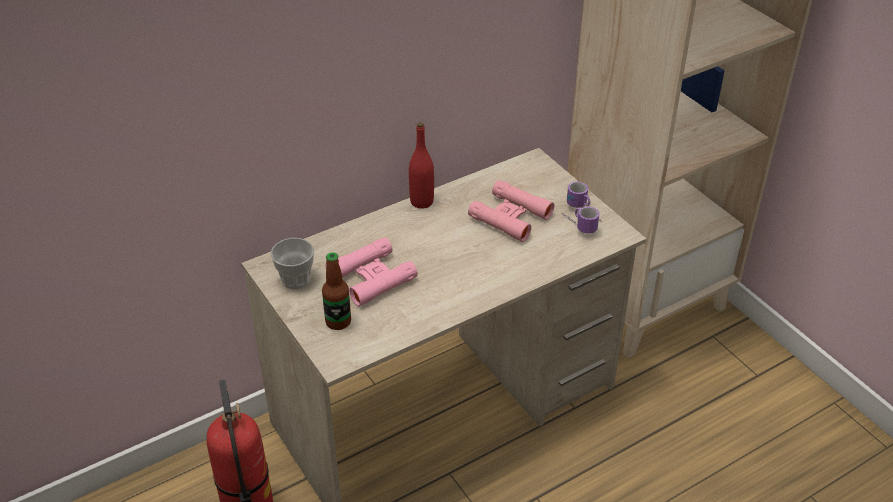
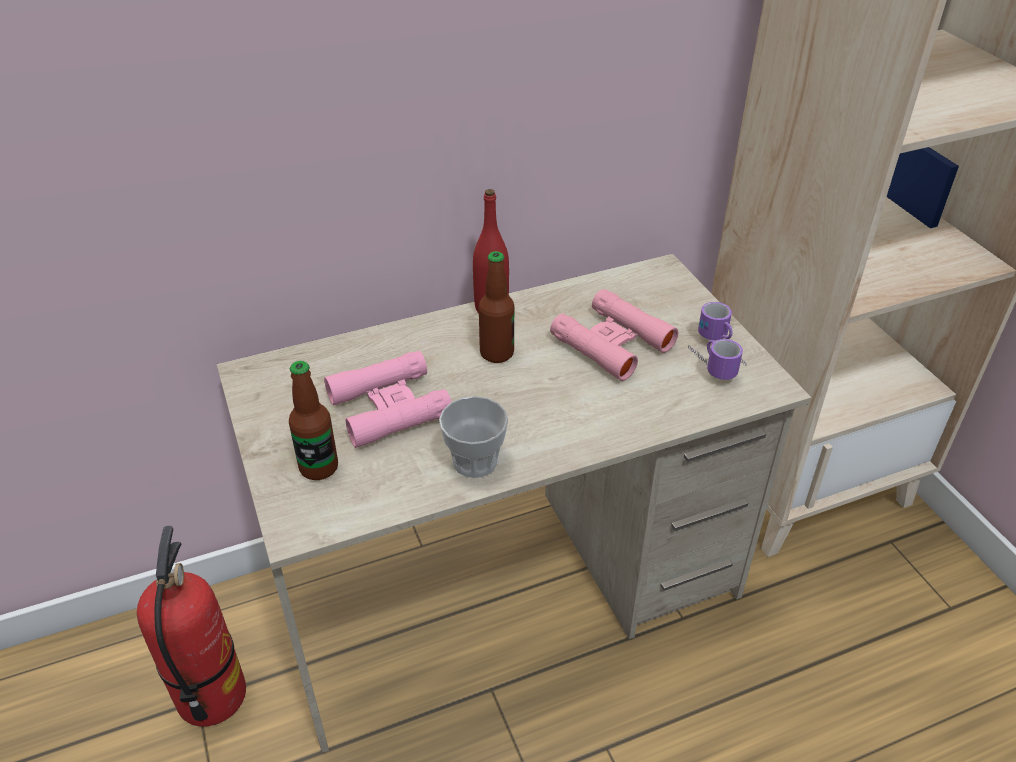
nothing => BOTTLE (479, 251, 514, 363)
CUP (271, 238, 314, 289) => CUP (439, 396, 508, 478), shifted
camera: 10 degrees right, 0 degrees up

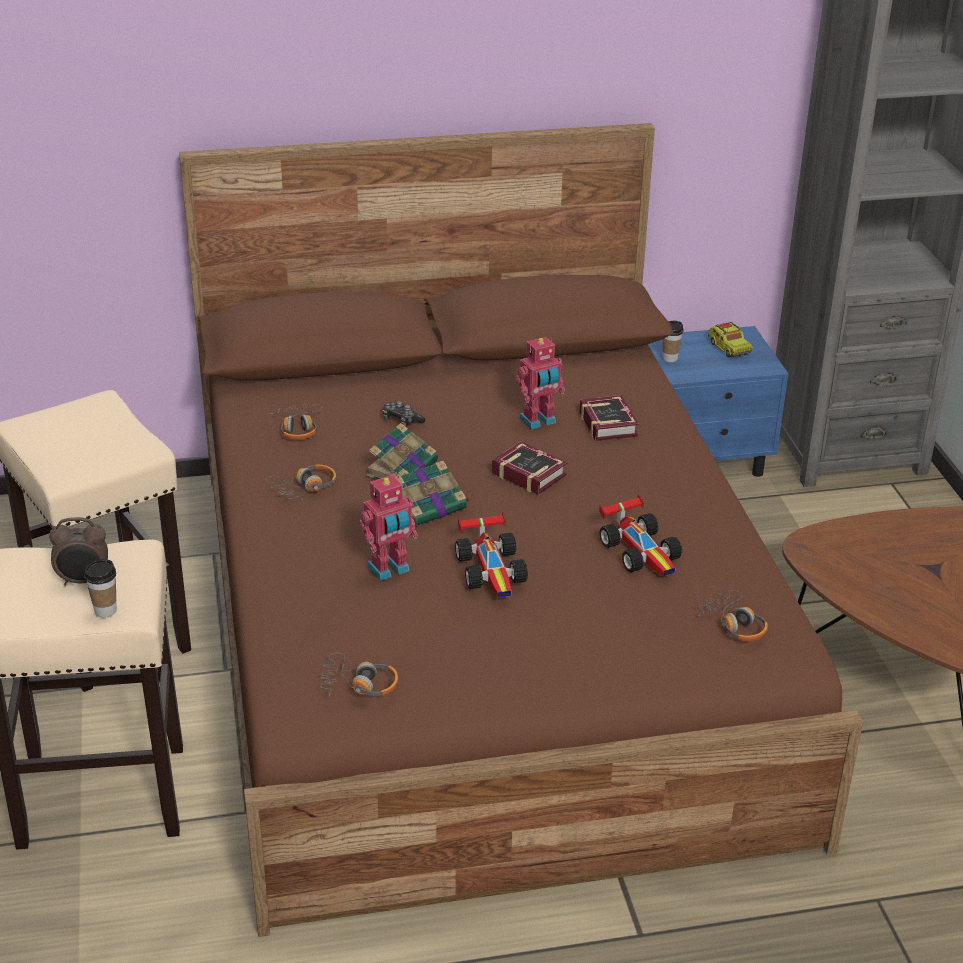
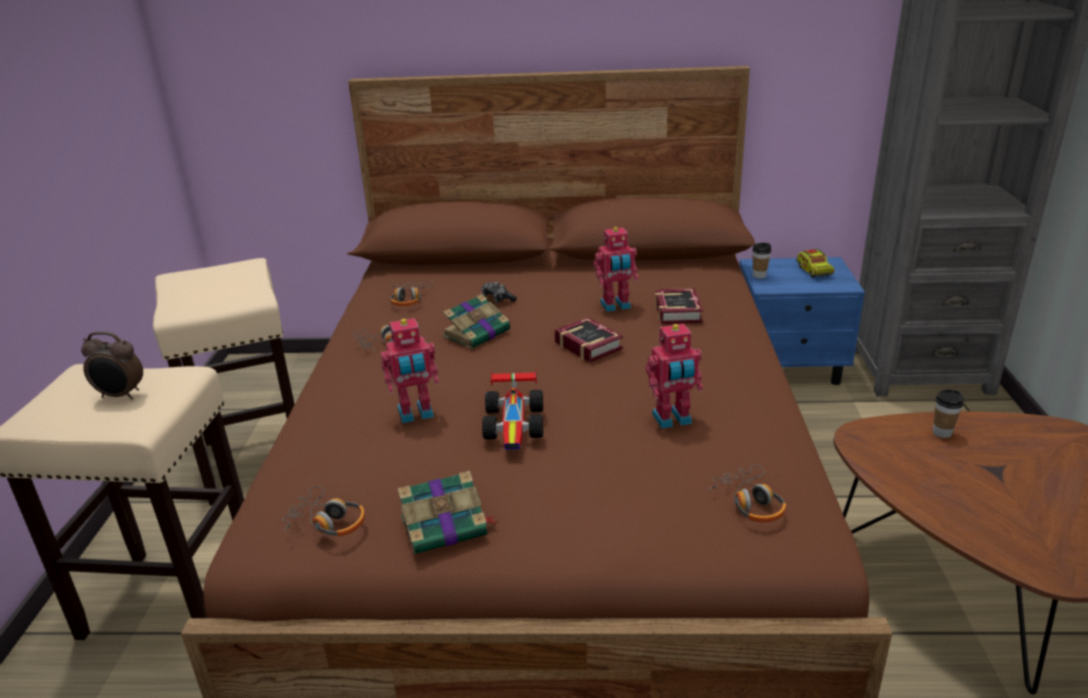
CUP (84, 559, 117, 618) => CUP (933, 389, 963, 438), shifted
BOOK (395, 461, 472, 526) => BOOK (397, 471, 499, 554), shifted
MINIATURE CAR (599, 494, 682, 576) => TOY ROBOT (646, 324, 703, 429)
camera: 15 degrees right, 5 degrees down

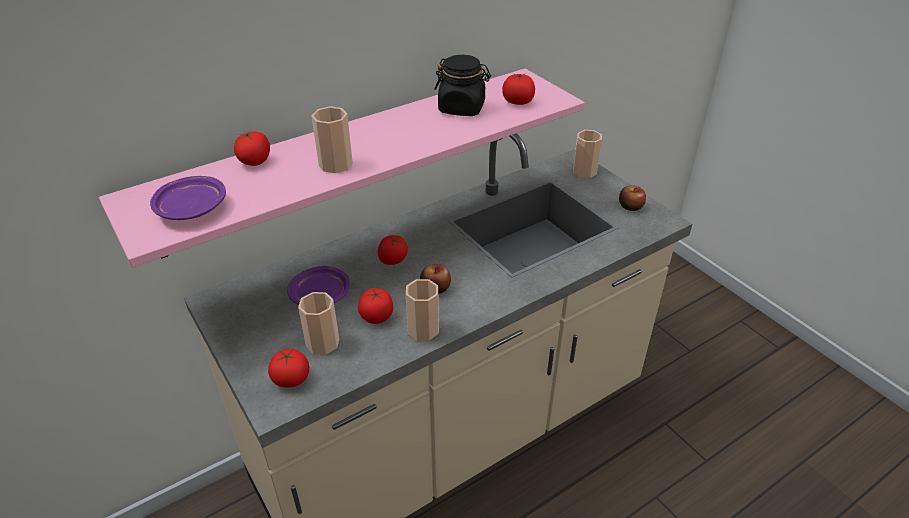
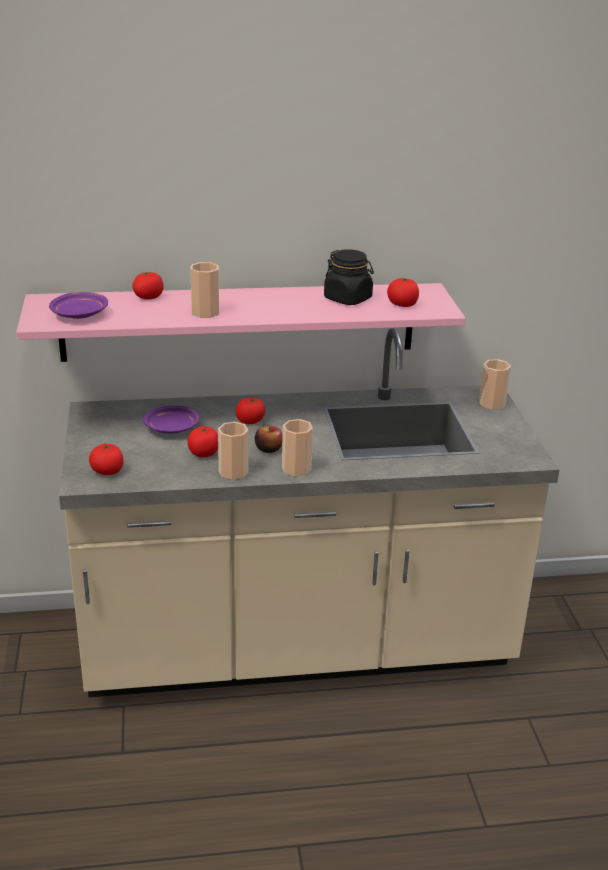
APPLE FRUIT (619, 185, 646, 211) => nothing
CUP (298, 292, 339, 355) => CUP (282, 419, 313, 476), shifted
camera: 25 degrees right, 10 degrees down

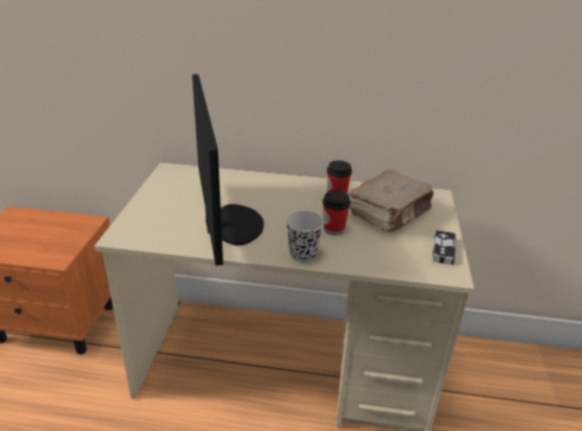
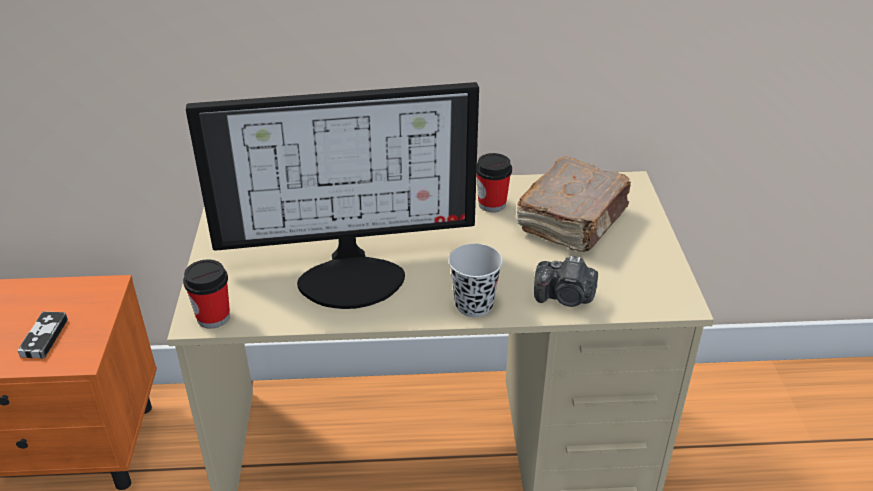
nothing => PHOTO CAMERA (534, 256, 598, 307)
CUP (323, 190, 351, 235) => CUP (183, 259, 230, 328), shifted
GAMEPAD (433, 230, 455, 265) => GAMEPAD (18, 311, 68, 359), shifted
COMPUTER SCREEN (192, 74, 264, 266) => COMPUTER SCREEN (186, 82, 479, 309), 105 degrees clockwise
camera: 10 degrees left, 5 degrees up

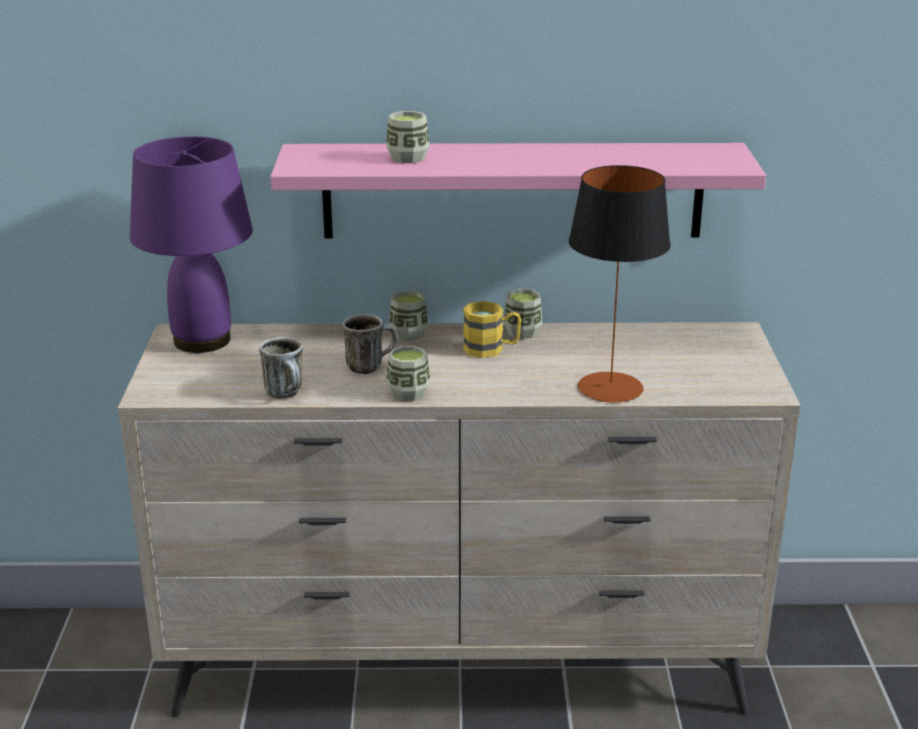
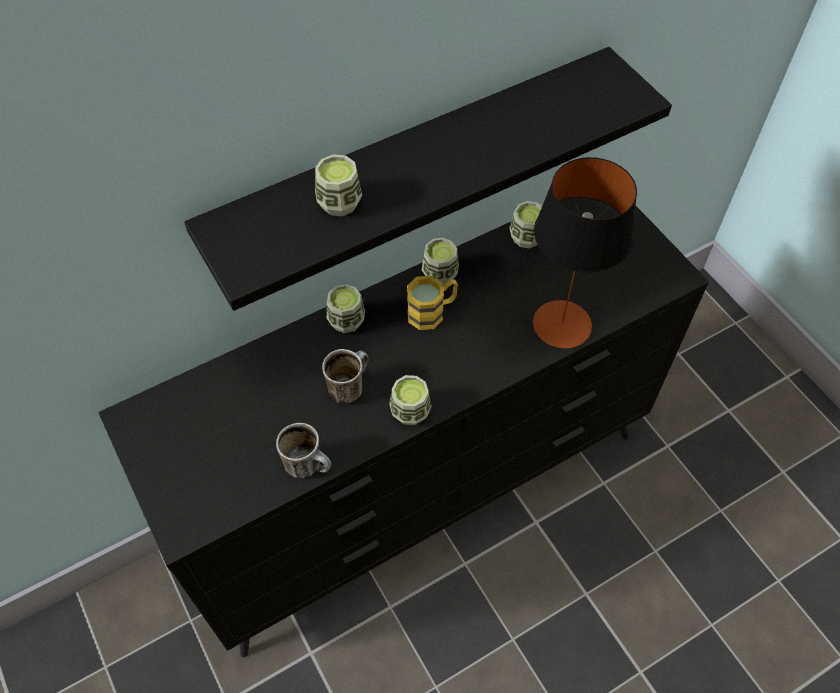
PURPLE-COLOURED TABLE LAMP (130, 136, 253, 353) => nothing
nothing => CUP (509, 201, 542, 248)
BEIGE DRAWER CHEST (118, 322, 801, 717) => BLACK-COLOURED DRAWER CHEST (98, 197, 709, 657)
PINKISH WALL SHELF (270, 143, 766, 239) => BLACK-COLOURED WALL SHELF (184, 47, 672, 311)
camera: 30 degrees left, 30 degrees up

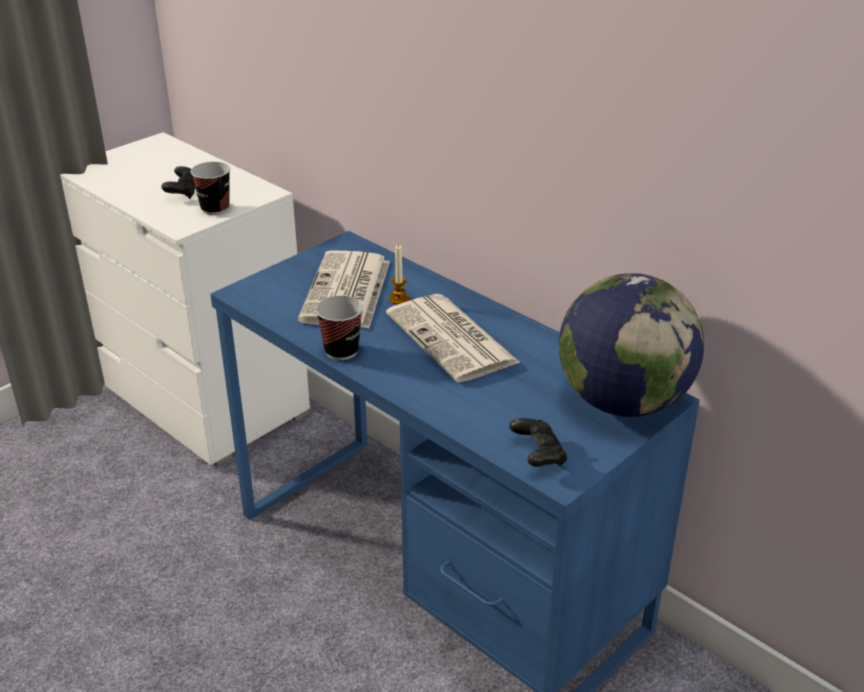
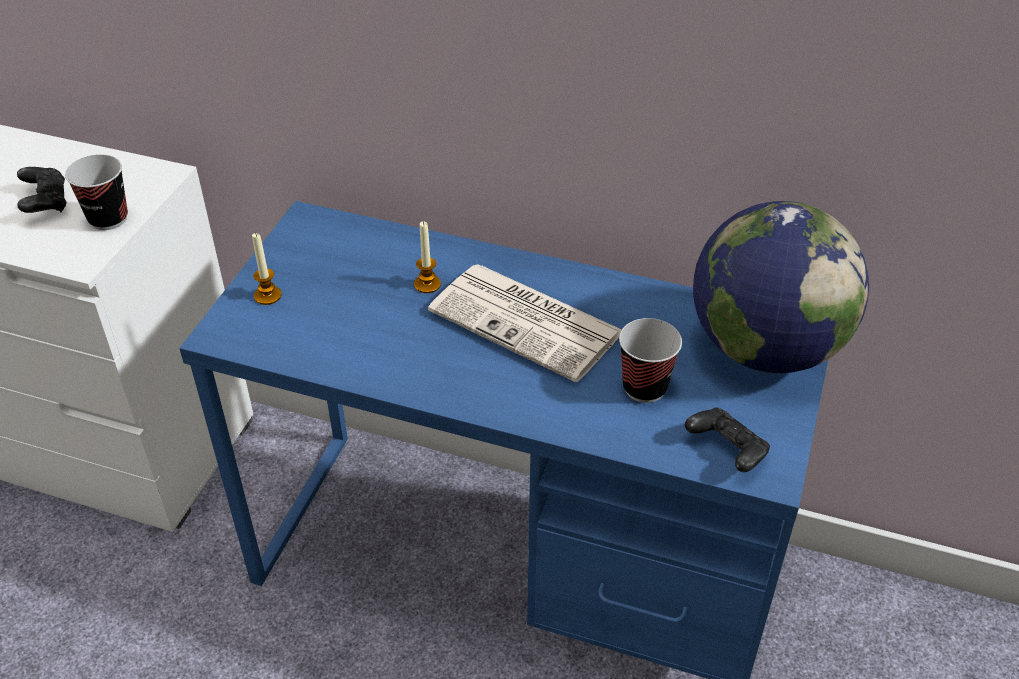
NEWSPAPER (298, 250, 390, 329) => nothing
nothing => CANDLE (252, 233, 281, 305)
CUP (315, 296, 363, 360) => CUP (619, 318, 682, 403), shifted
camera: 25 degrees left, 10 degrees up

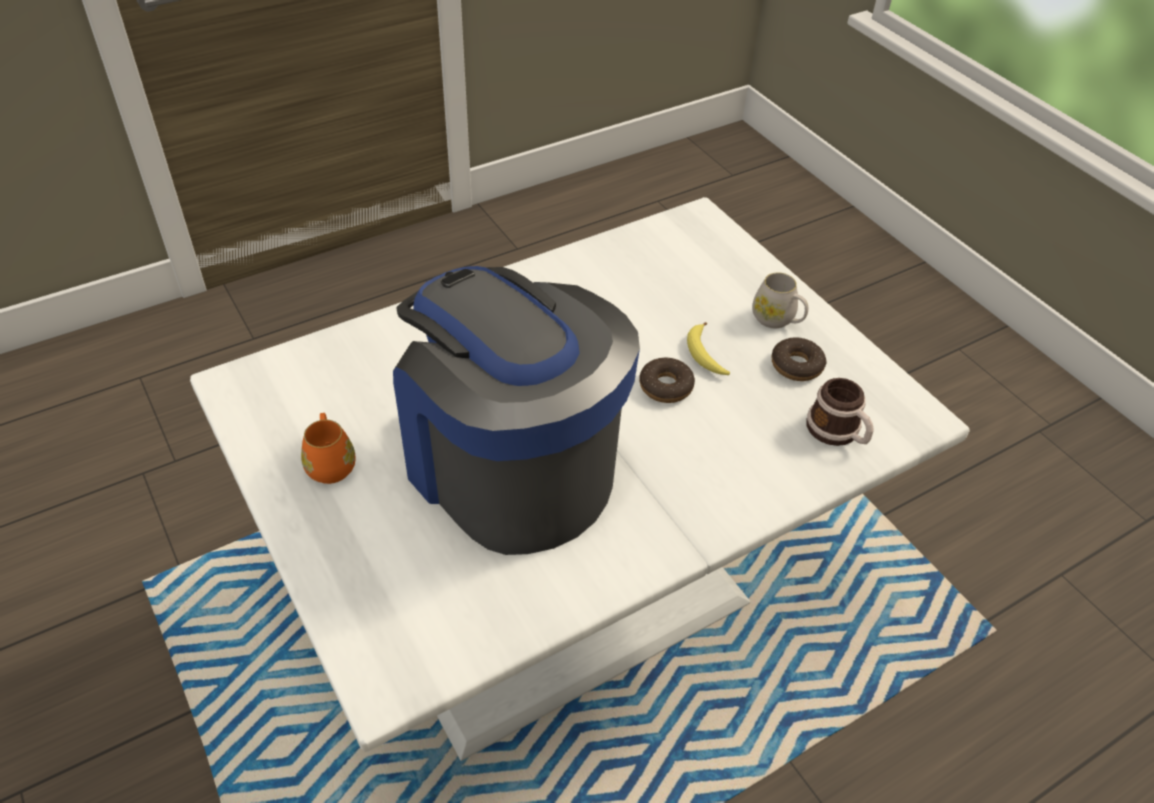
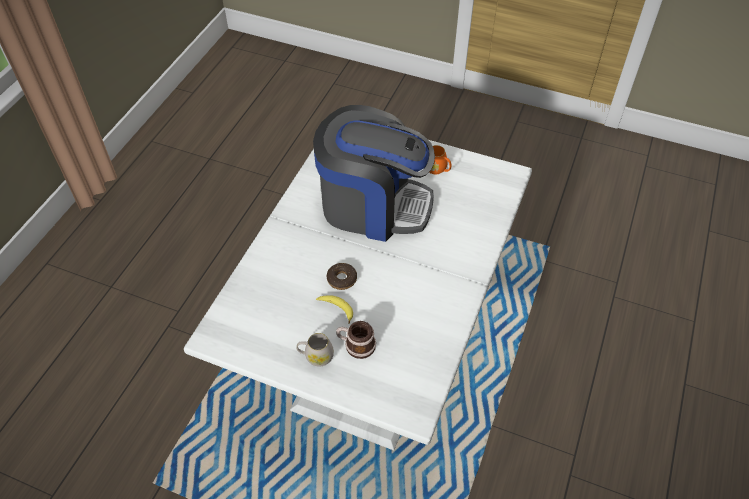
DOUGHNUT (771, 337, 826, 381) => nothing
MUG (806, 378, 874, 446) => MUG (336, 321, 376, 359), shifted
camera: 145 degrees right, 5 degrees up

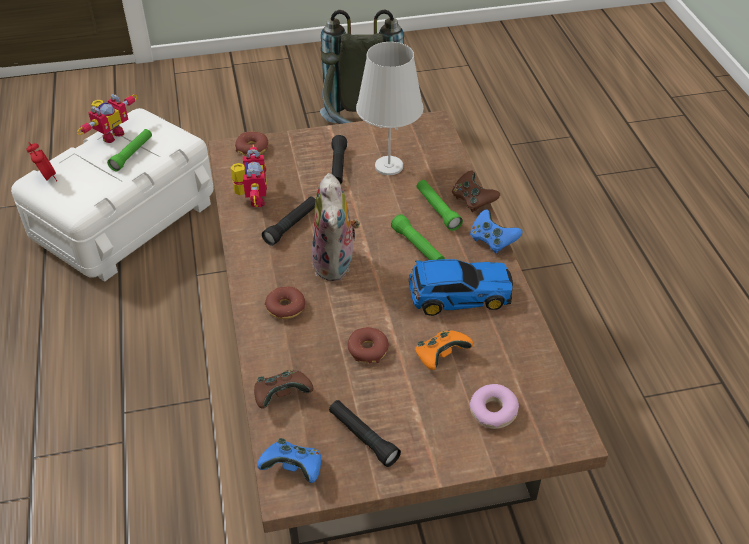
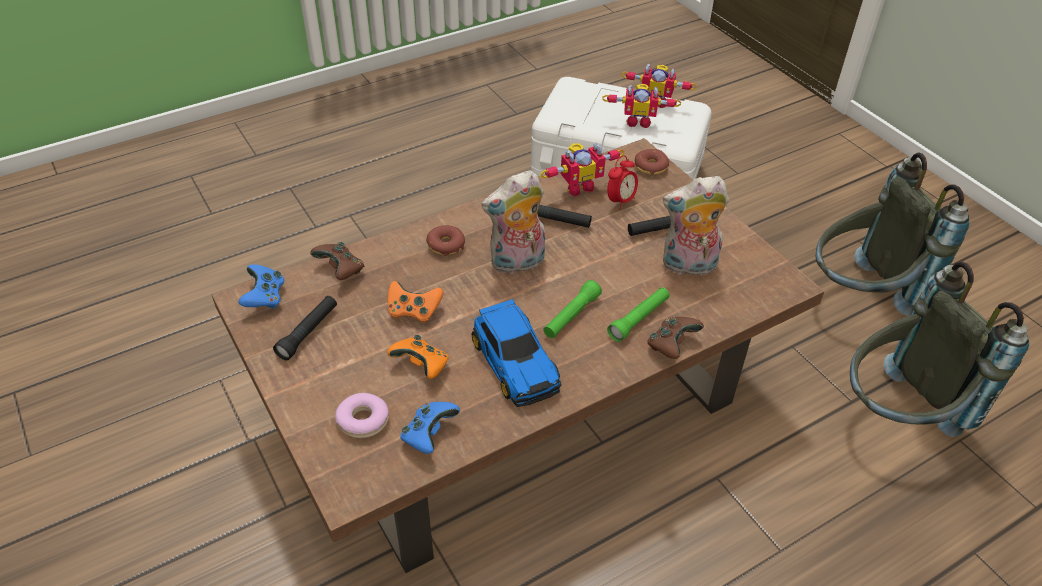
nothing => GRAY RUCKSACK (850, 262, 1029, 437)
TABLE CLOCK (27, 142, 57, 181) => TABLE CLOCK (607, 155, 638, 210), shifted
BLUE-COLOURED GAMEPAD (470, 209, 522, 253) => BLUE-COLOURED GAMEPAD (400, 402, 460, 454), shifted
GREEN-COLOURED HAND TORCH (107, 129, 152, 172) => TOY ROBOT (602, 84, 681, 128)
DOUGHNUT (348, 327, 389, 363) => ORANGE GAMEPAD (387, 281, 443, 323)
WHITISH TABLE LAMP (356, 42, 423, 175) => CUDDLY TOY (663, 176, 729, 279)
camera: 70 degrees right, 0 degrees up

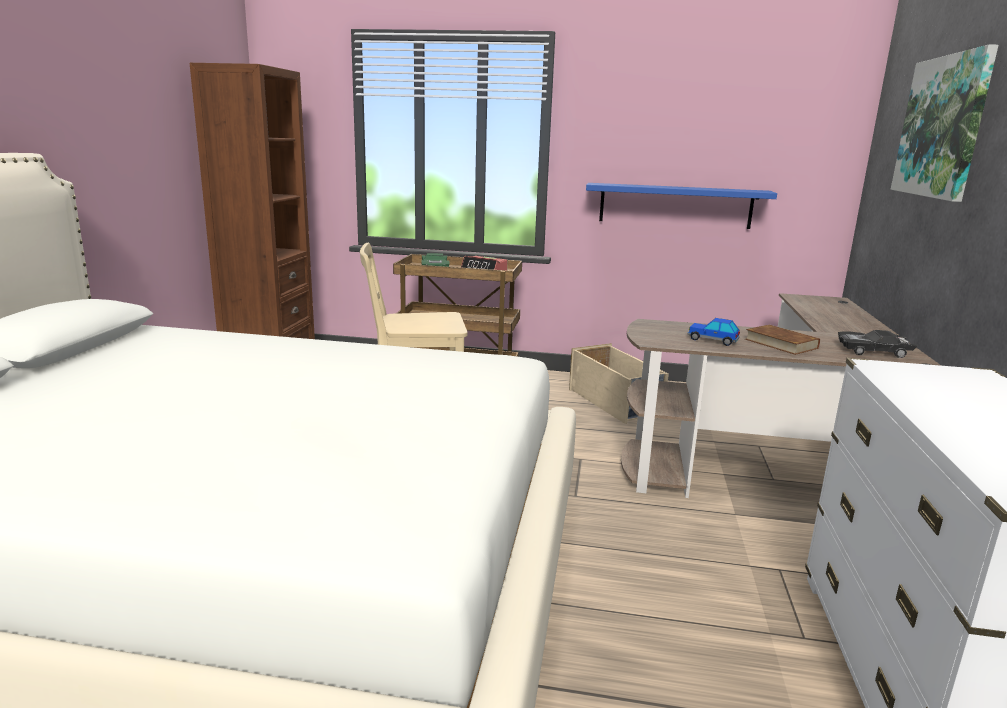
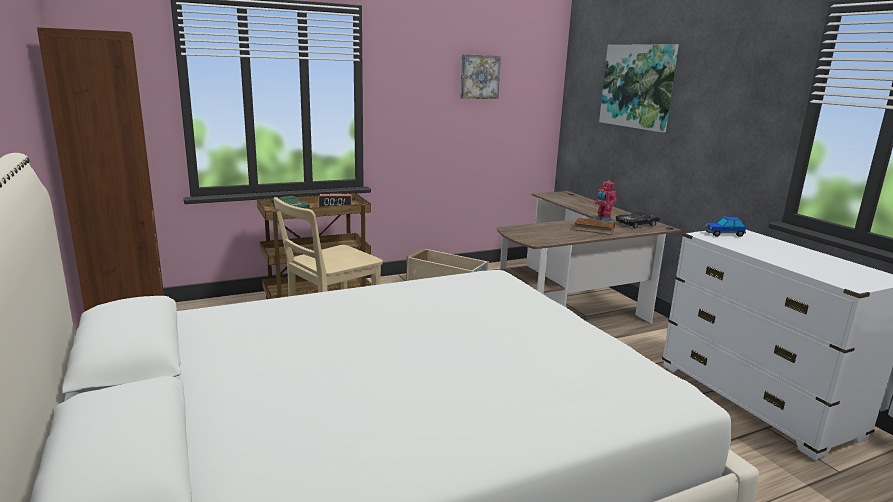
BLUE-COLOURED WALL SHELF (586, 183, 777, 229) => nothing
nothing => PICTURE (460, 54, 501, 99)
nothing => TOY ROBOT (595, 180, 617, 221)
MINIATURE CAR (687, 318, 740, 346) => MINIATURE CAR (704, 217, 746, 237), shifted
camera: 35 degrees left, 0 degrees up

